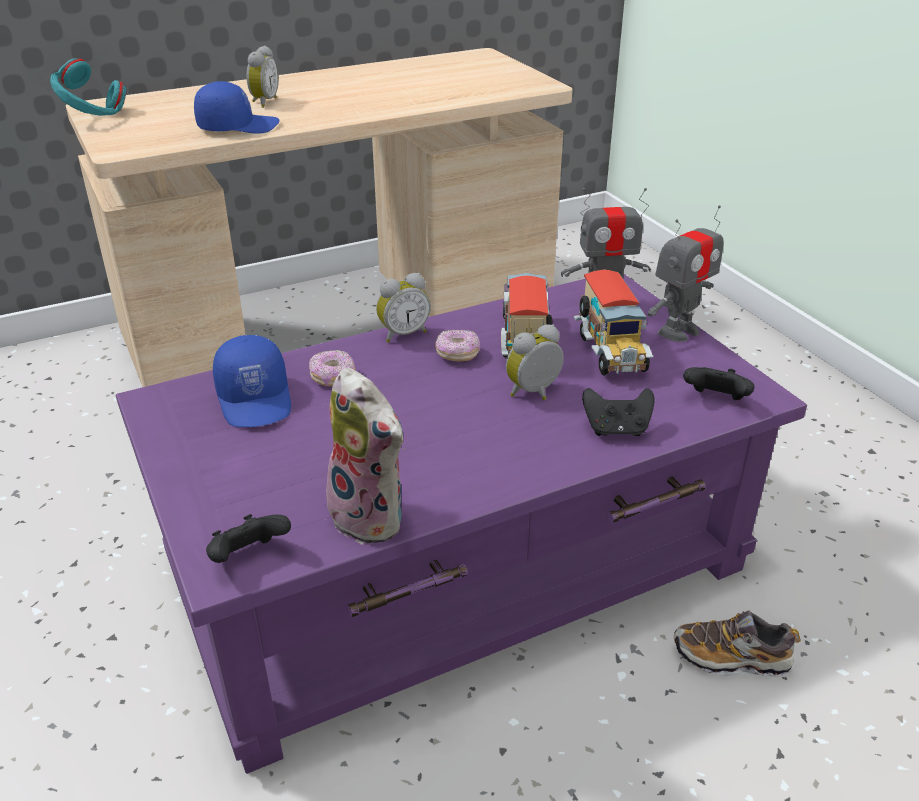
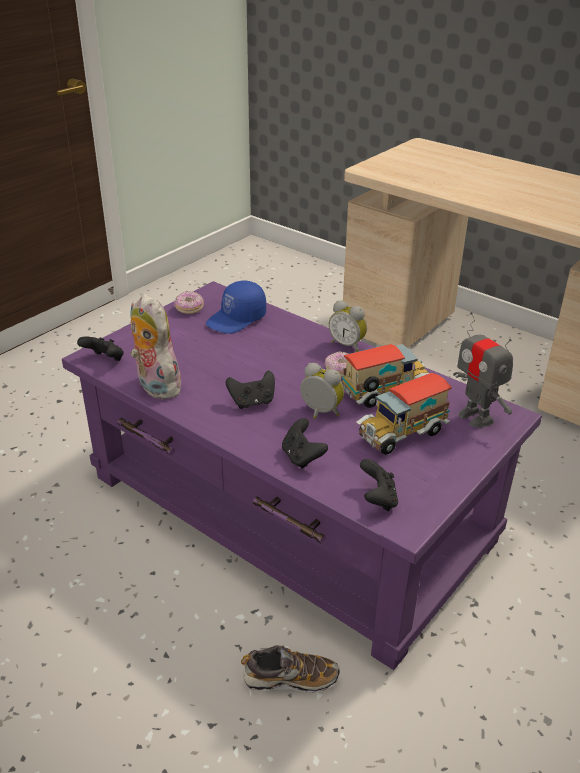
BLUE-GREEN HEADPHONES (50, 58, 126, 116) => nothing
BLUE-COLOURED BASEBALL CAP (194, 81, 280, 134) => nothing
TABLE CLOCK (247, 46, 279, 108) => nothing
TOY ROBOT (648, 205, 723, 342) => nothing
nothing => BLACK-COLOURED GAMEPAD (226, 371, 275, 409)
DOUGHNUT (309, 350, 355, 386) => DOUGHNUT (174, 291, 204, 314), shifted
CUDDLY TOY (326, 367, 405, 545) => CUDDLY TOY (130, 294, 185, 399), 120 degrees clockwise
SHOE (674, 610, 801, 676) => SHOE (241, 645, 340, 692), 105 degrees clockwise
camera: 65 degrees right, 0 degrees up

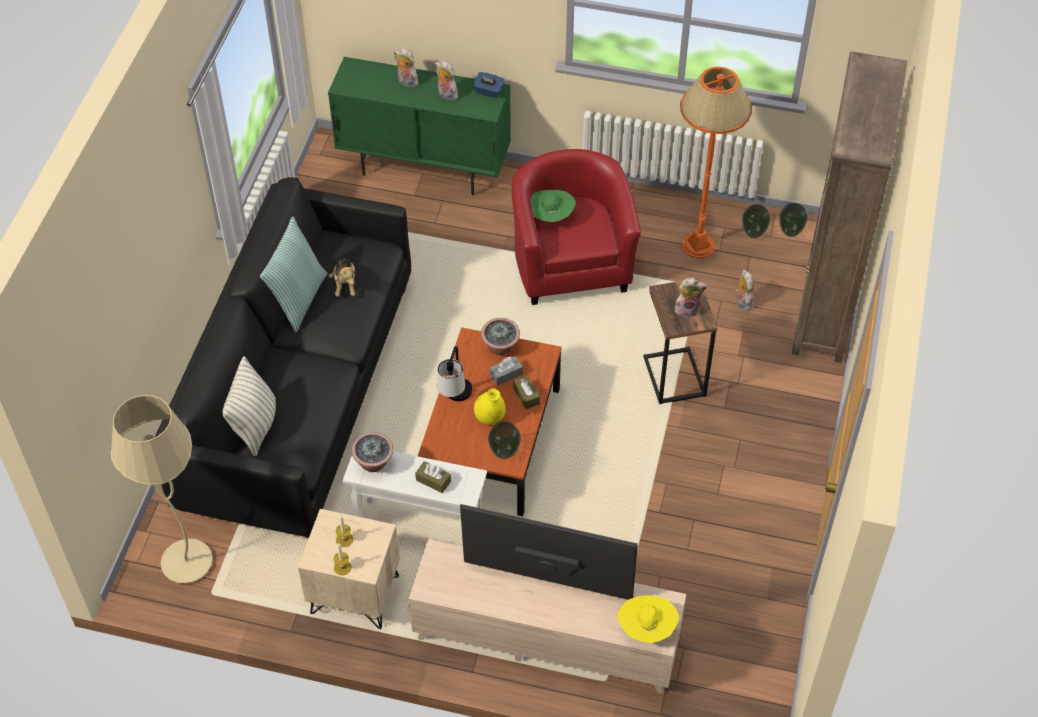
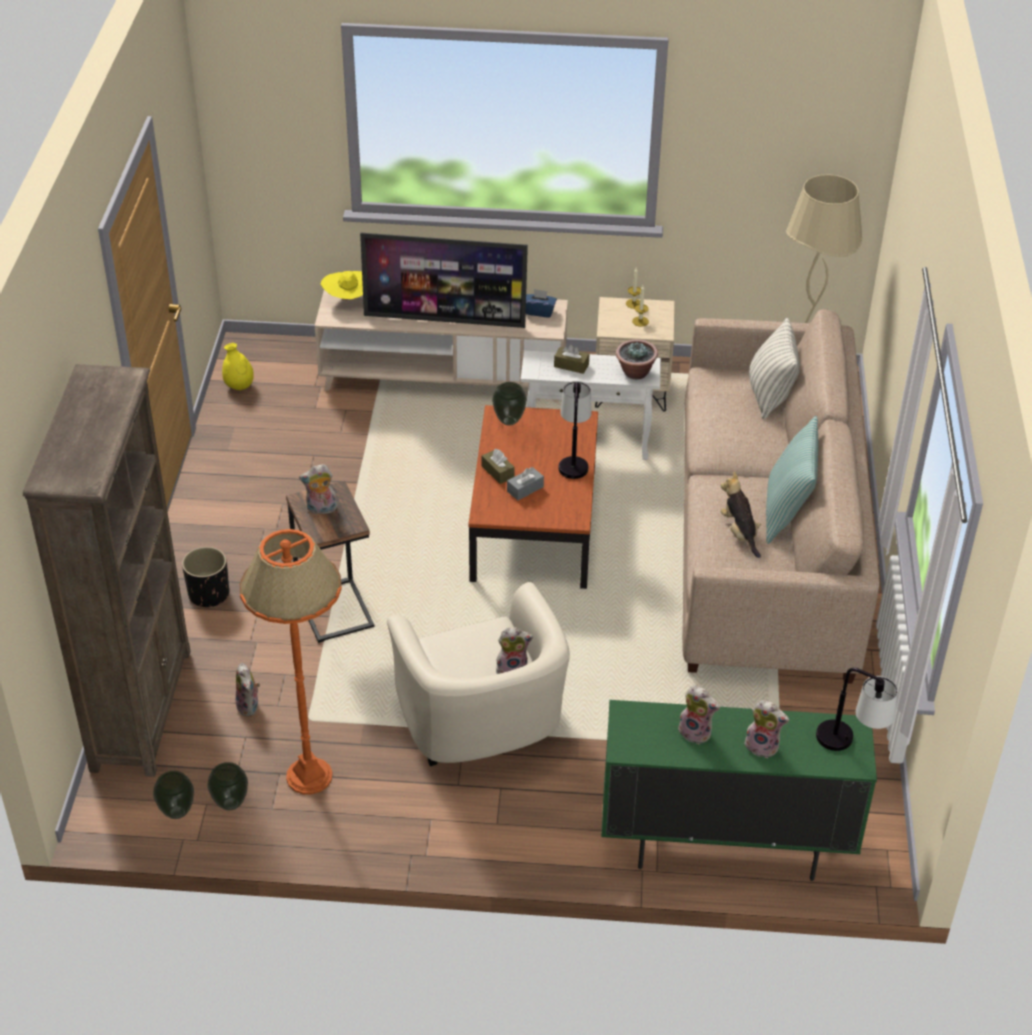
POTTED PLANT (481, 318, 520, 355) => nothing
nothing => BLACK-COLOURED PLANT POT (182, 547, 229, 608)
nothing => TABLE LAMP (816, 668, 898, 751)
BLUE-COLOURED BOX OF TISSUES (473, 72, 505, 98) => BLUE-COLOURED BOX OF TISSUES (526, 289, 557, 318), shifted
YELLOWISH DECORATIVE VASE (474, 388, 506, 425) => YELLOWISH DECORATIVE VASE (222, 343, 254, 390), shifted
GREEN-COLOURED HAT (531, 190, 576, 222) => CUDDLY TOY (496, 628, 533, 674)
BLACK-COLOURED SETTEE (155, 177, 411, 538) => BEIGE SETTEE (682, 309, 879, 684)
RED ARMCHAIR (512, 149, 641, 305) => BEIGE ARMCHAIR (387, 582, 570, 766)
camera: 170 degrees right, 10 degrees down

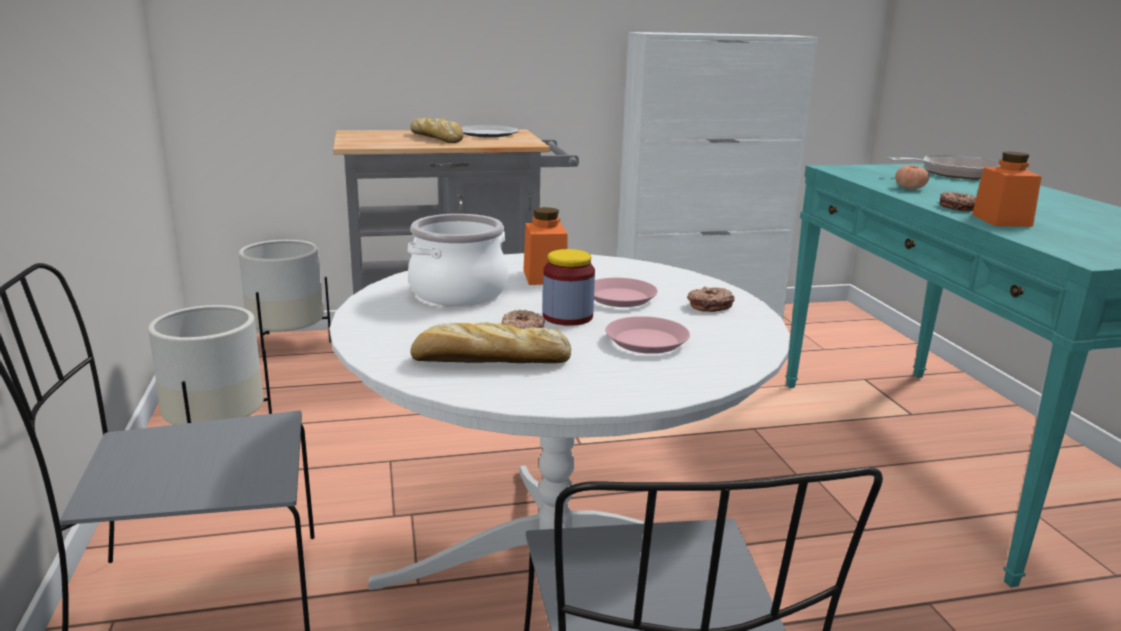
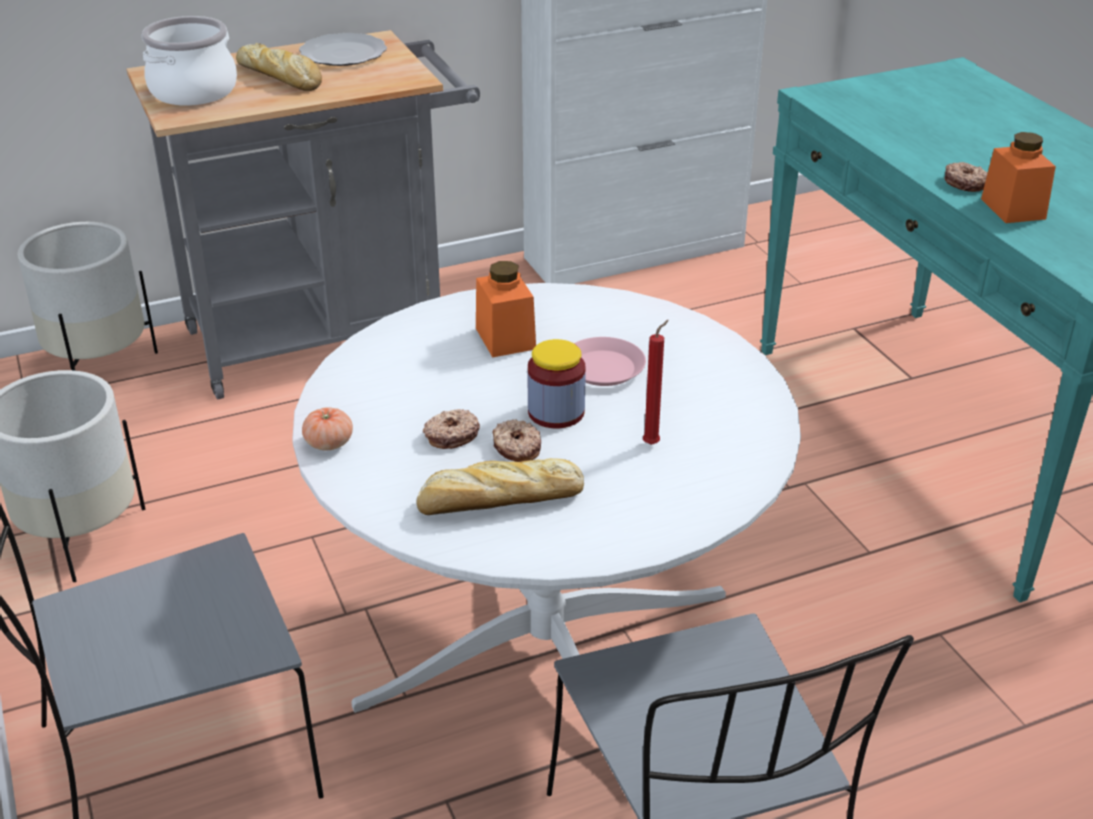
PAN (887, 155, 1001, 179) => nothing
SAUCEPOT (408, 214, 508, 306) => SAUCEPOT (142, 16, 237, 106), shifted
DOUGHNUT (687, 287, 735, 312) => DOUGHNUT (423, 409, 480, 449), shifted
FRESH TOMATO (895, 165, 929, 189) => FRESH TOMATO (302, 407, 353, 451), shifted
PINKISH PLATE (606, 316, 690, 354) => RED CANDLE (643, 320, 669, 445)
camera: 10 degrees left, 15 degrees up

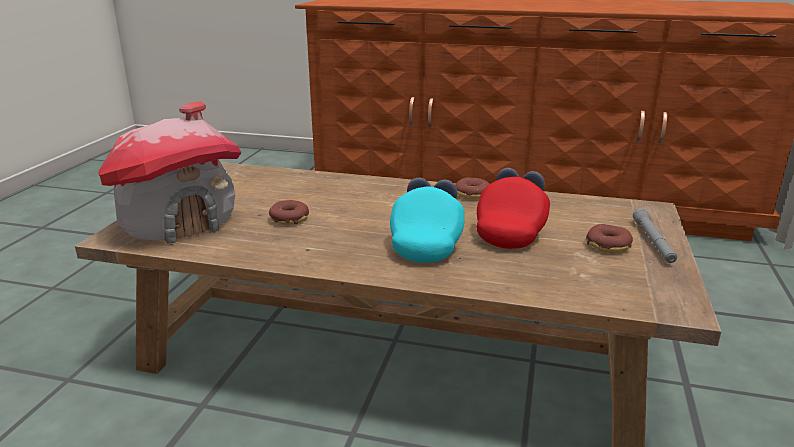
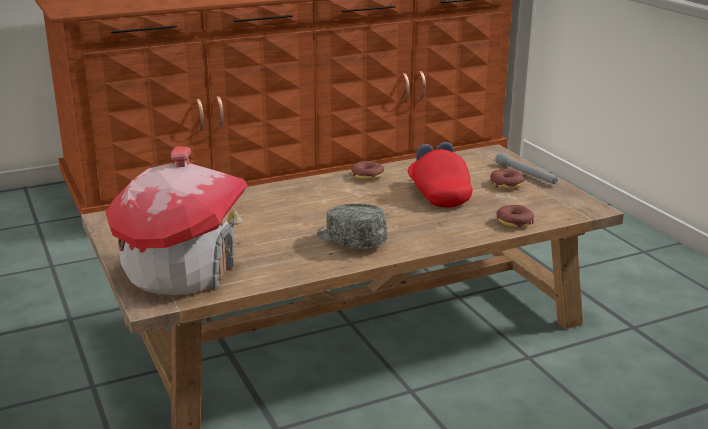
BLUE-GREEN BASEBALL CAP (390, 178, 465, 263) => nothing
nothing => GRAY BASEBALL CAP (317, 204, 388, 249)
DOUGHNUT (269, 200, 309, 225) => DOUGHNUT (496, 205, 534, 227), shifted
camera: 40 degrees left, 0 degrees up

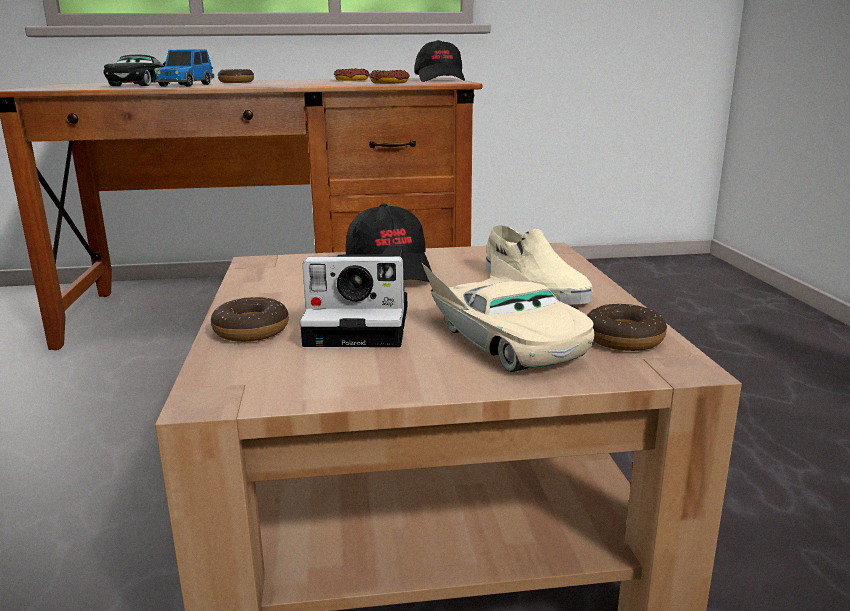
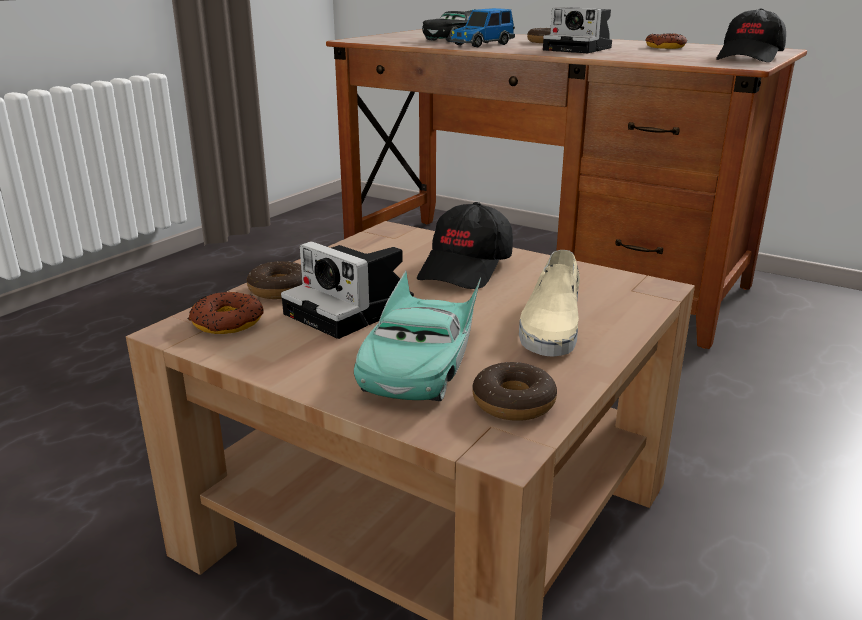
nothing => PHOTO CAMERA (543, 7, 612, 53)
DOUGHNUT (369, 70, 410, 84) => DOUGHNUT (188, 291, 264, 334), shifted
BEIGE MINIATURE CAR (422, 252, 595, 372) => BLUE-GREEN MINIATURE CAR (354, 271, 481, 401)
camera: 40 degrees right, 5 degrees up

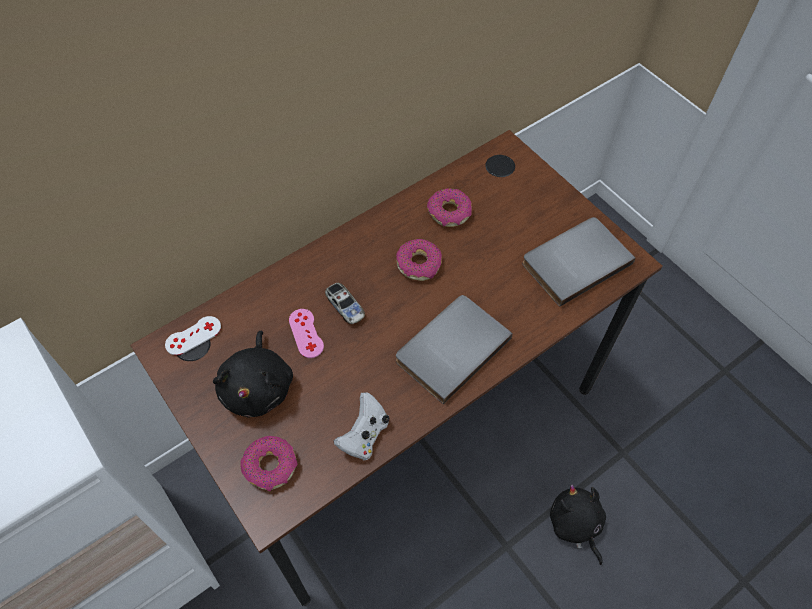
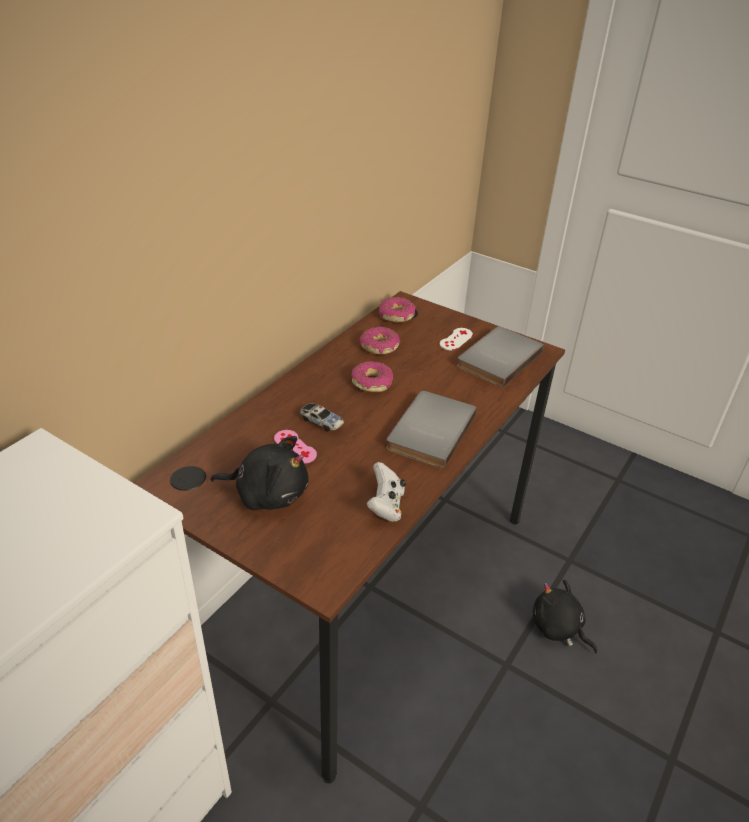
WHITISH GAMEPAD (165, 316, 221, 355) => WHITISH GAMEPAD (440, 328, 473, 350), shifted
DOUGHNUT (240, 436, 298, 492) => DOUGHNUT (379, 297, 416, 323), shifted
BLACK-COLOURED CUDDLY TOY (213, 331, 293, 418) => BLACK-COLOURED CUDDLY TOY (211, 436, 309, 511), 60 degrees counterclockwise
camera: 20 degrees left, 20 degrees down

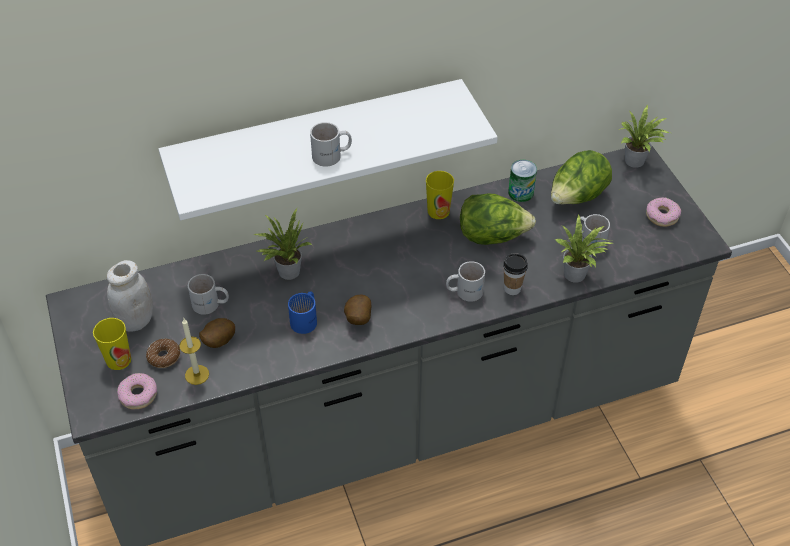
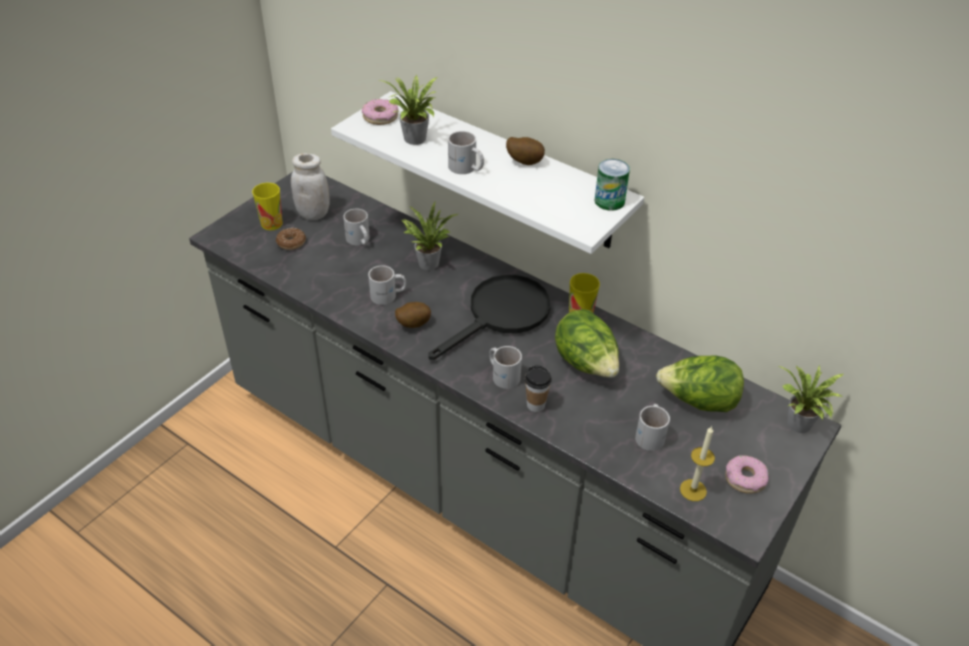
nothing => BLACK-COLOURED PAN (428, 275, 551, 360)
DOUGHNUT (117, 373, 157, 409) => DOUGHNUT (362, 99, 398, 125), shifted
CANDLE (179, 319, 209, 385) => CANDLE (680, 426, 715, 501), shifted
POTATO (199, 318, 235, 348) => POTATO (506, 137, 545, 165), shifted
METAL CAN (508, 160, 537, 202) => METAL CAN (595, 159, 630, 211), shifted
POTTED PLANT (555, 215, 613, 283) => POTTED PLANT (379, 75, 438, 145), shifted
BLUE-COLOURED MUG (288, 291, 317, 334) => WHITISH MUG (368, 265, 406, 305)
camera: 55 degrees right, 5 degrees down

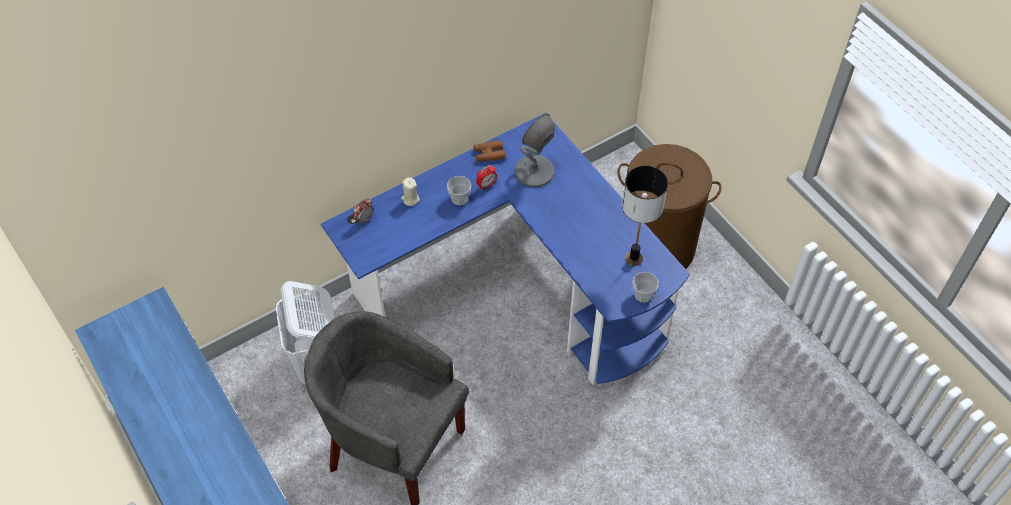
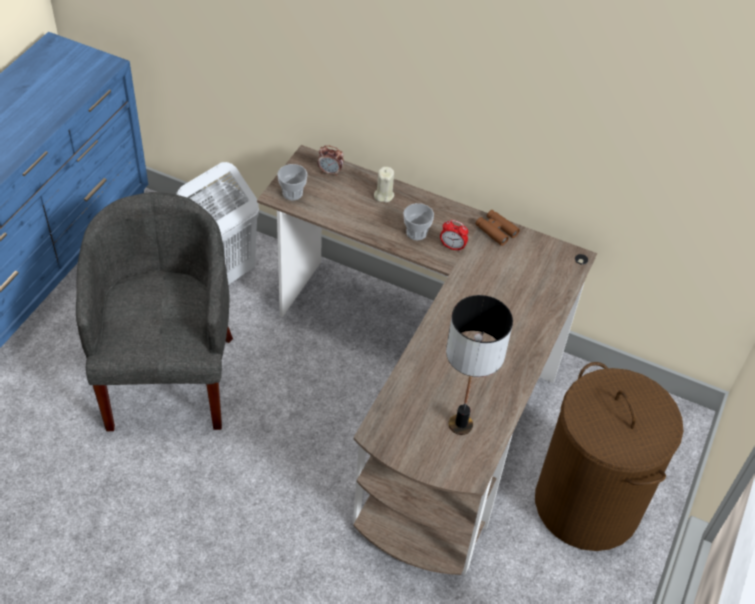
GRAY TABLE LAMP (515, 113, 555, 187) => nothing
CUP (633, 272, 659, 303) => CUP (277, 164, 308, 200), shifted
BLUE-COLOURED DESK UNIT (321, 113, 690, 385) => BROWNISH DESK UNIT (257, 145, 597, 576)
camera: 55 degrees right, 5 degrees down

